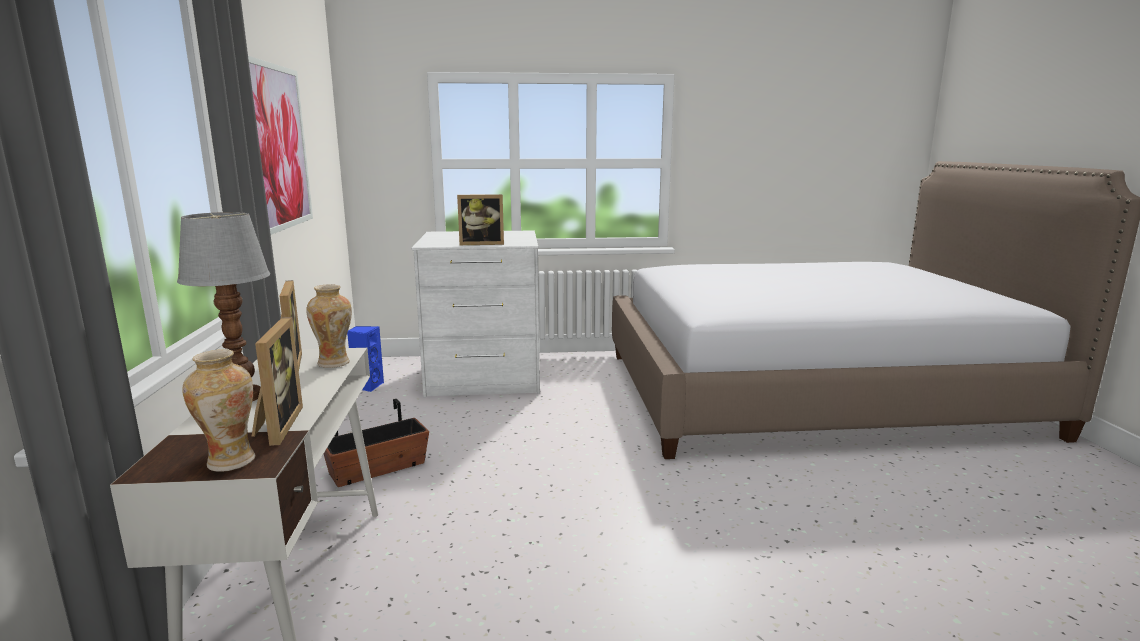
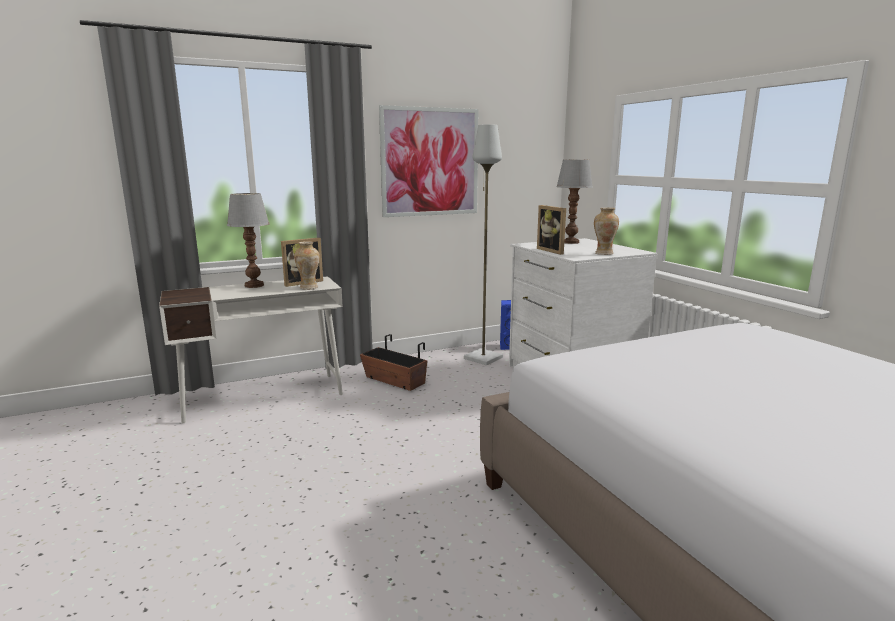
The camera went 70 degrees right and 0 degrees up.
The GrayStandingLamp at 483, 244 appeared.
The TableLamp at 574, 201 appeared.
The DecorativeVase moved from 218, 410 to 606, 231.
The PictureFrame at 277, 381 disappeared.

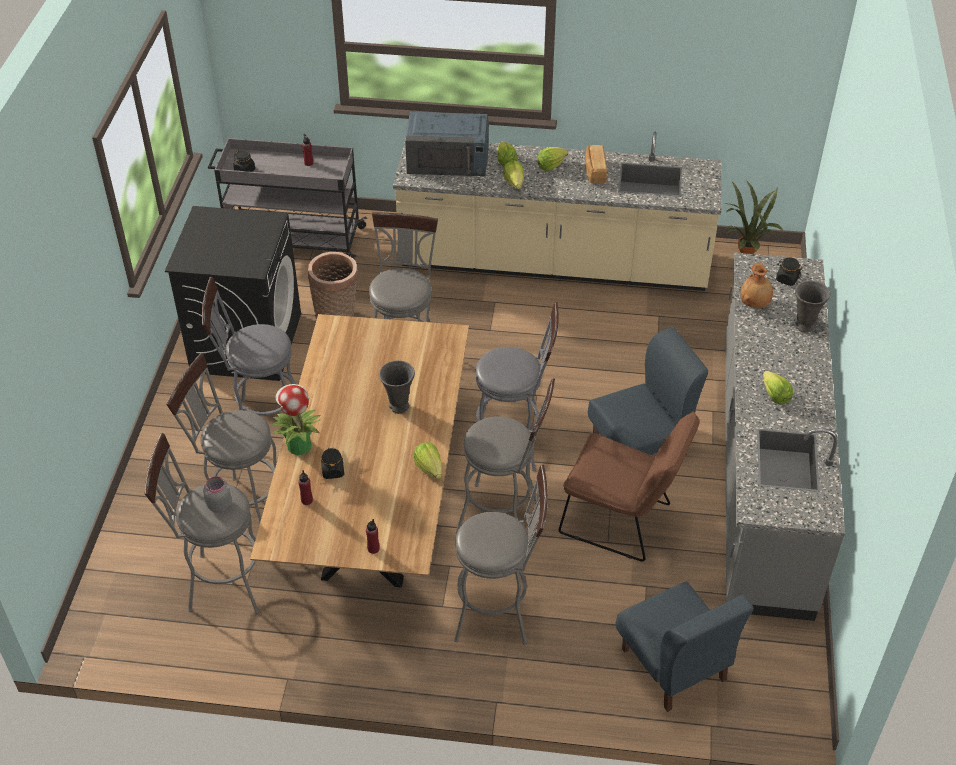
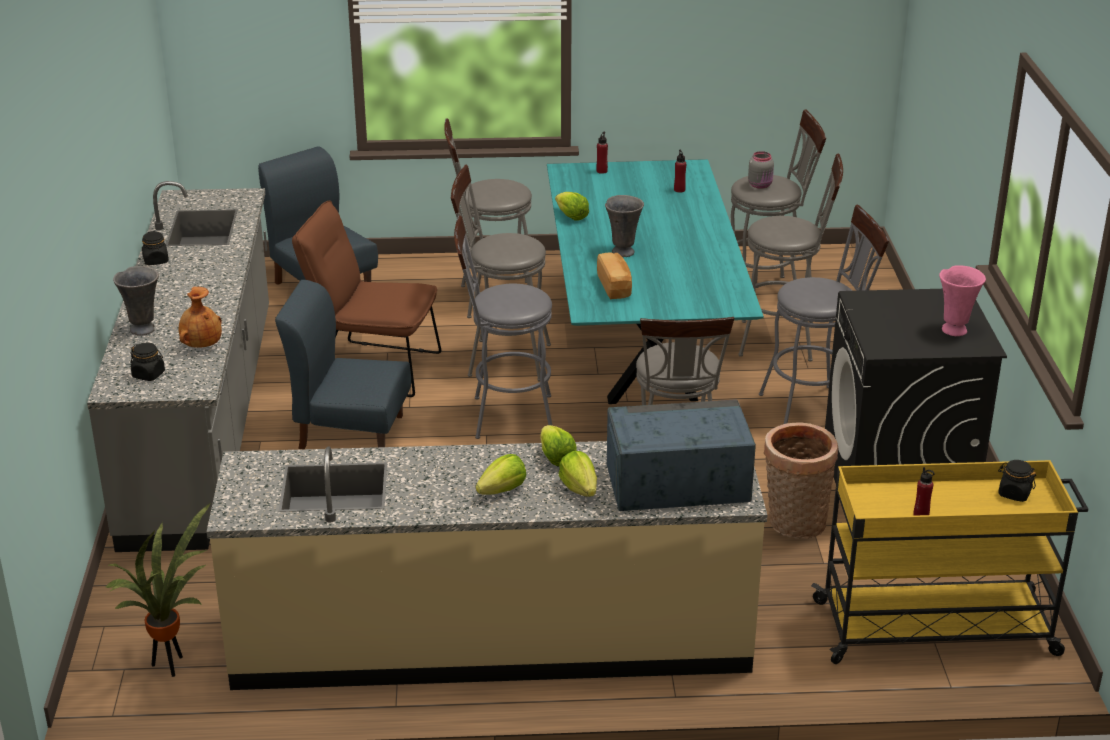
The camera went 170 degrees right and 15 degrees down.
The BlackColouredStorageJar moved from 332, 463 to 155, 248.
The BluishPlainChair at 648, 391 turned 45 degrees clockwise.
The BrownDinnerTable at 359, 450 became the TurquoiseDinnerTable at 655, 281.
The Bread moved from 596, 164 to 614, 275.
The GrayWheeledCart at 287, 199 became the YellowColouredWheeledCart at 949, 562.
The PinkishDecorativeVase at 962, 300 appeared.
The PottedPlant at 296, 419 disappeared.
The LettuceHead at 778, 387 disappeared.

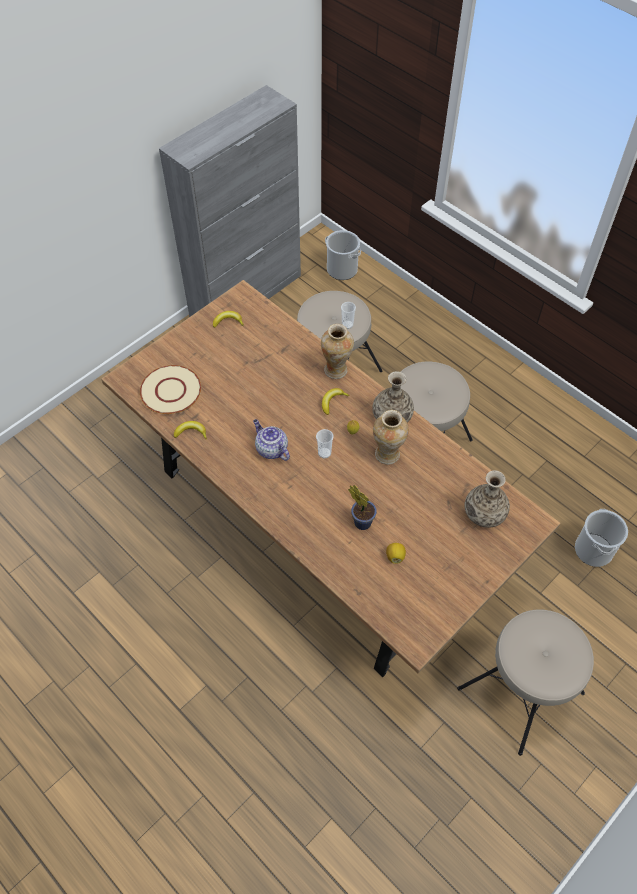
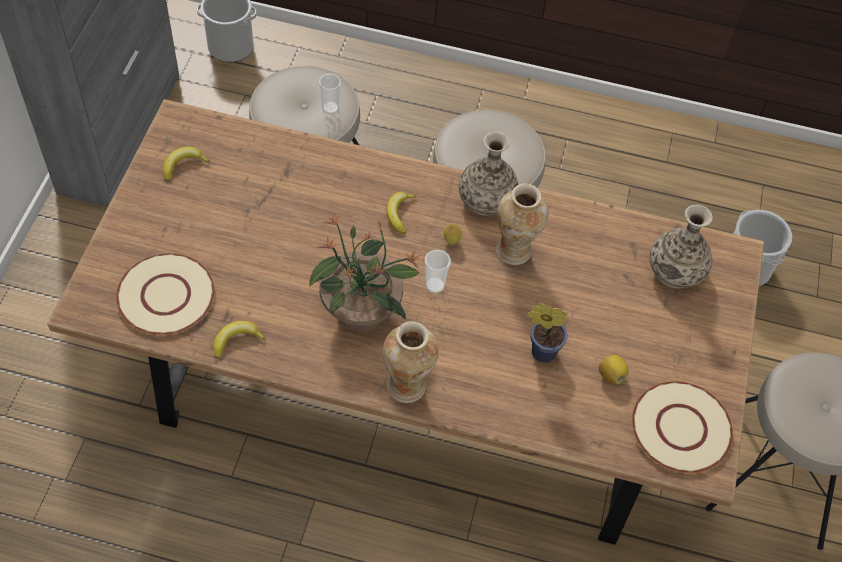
The camera went 35 degrees left and 0 degrees up.
The PotForTea at 271, 440 was replaced by the PottedPlant at 365, 273.
The DecorativeVase moved from 337, 351 to 411, 362.
The BeigeColouredFlatDish at 682, 427 appeared.

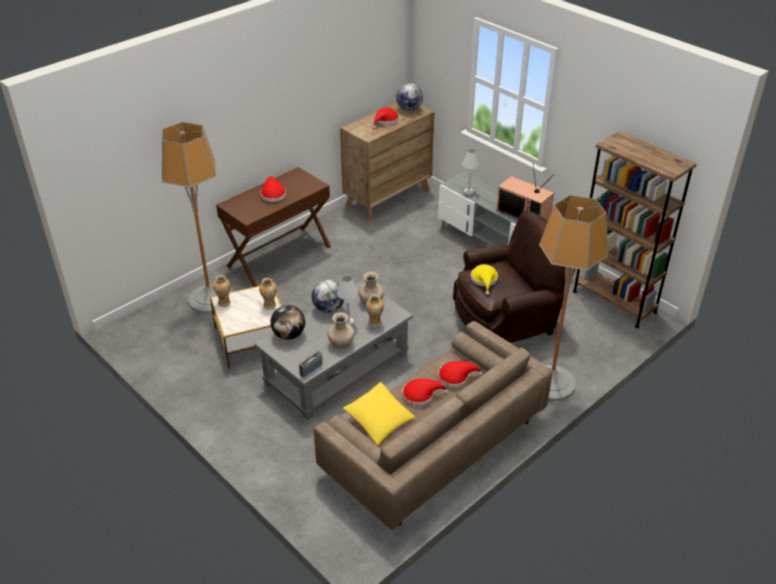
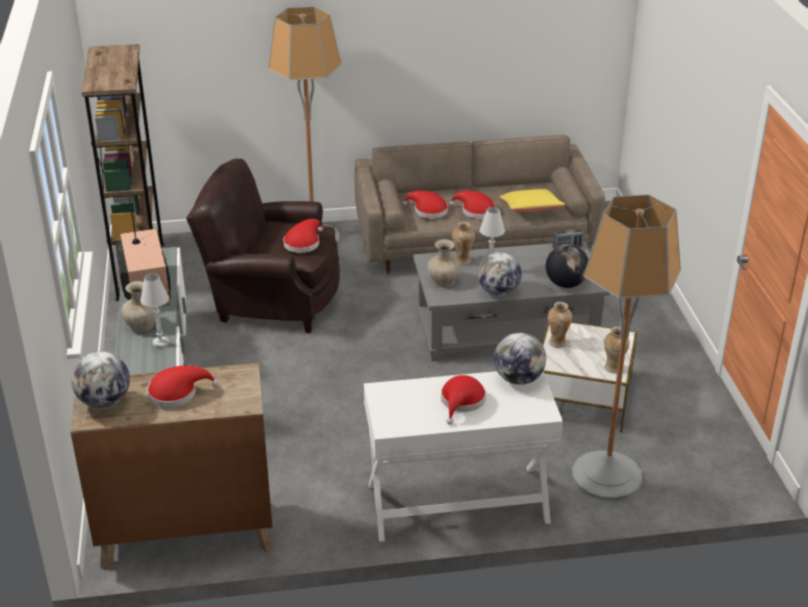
The camera went 145 degrees left and 5 degrees down.
The BeigeColouredDecorativeVase moved from 341, 331 to 138, 306.
The YellowColouredWearableHat at 484, 279 became the ReddishWearableHat at 303, 236.
The BrownNarrowTable at 273, 227 became the WhitishNarrowTable at 463, 456.
The Globe at 520, 359 appeared.

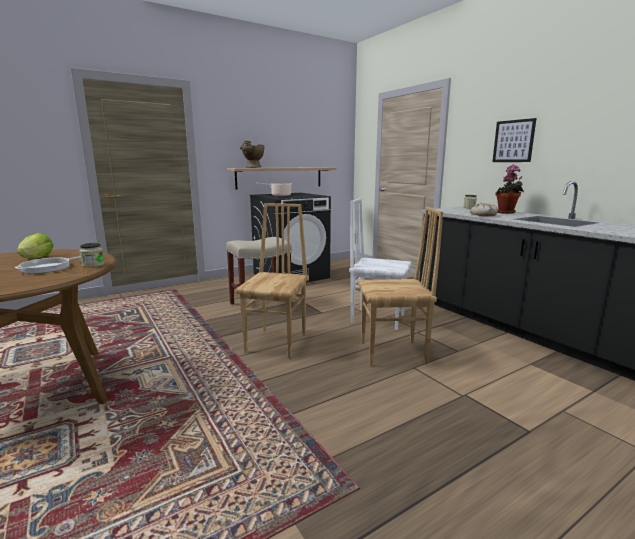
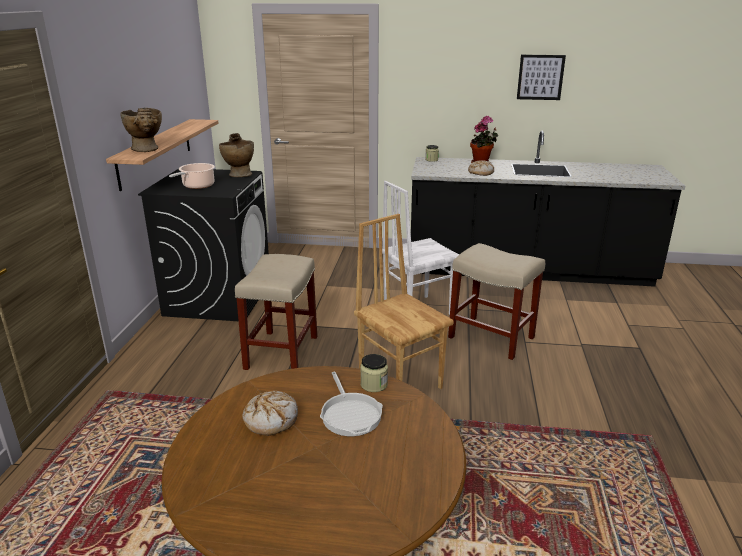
The camera went 50 degrees left and 10 degrees up.
The BeigeColouredDecorativeVase at 236, 155 appeared.
The LettuceHead at 35, 246 was replaced by the Bread at 270, 413.
The BrownPlainChair at 400, 286 was replaced by the BeigeColouredStoolSeat at 496, 301.
The Picture moved from 514, 140 to 541, 77.

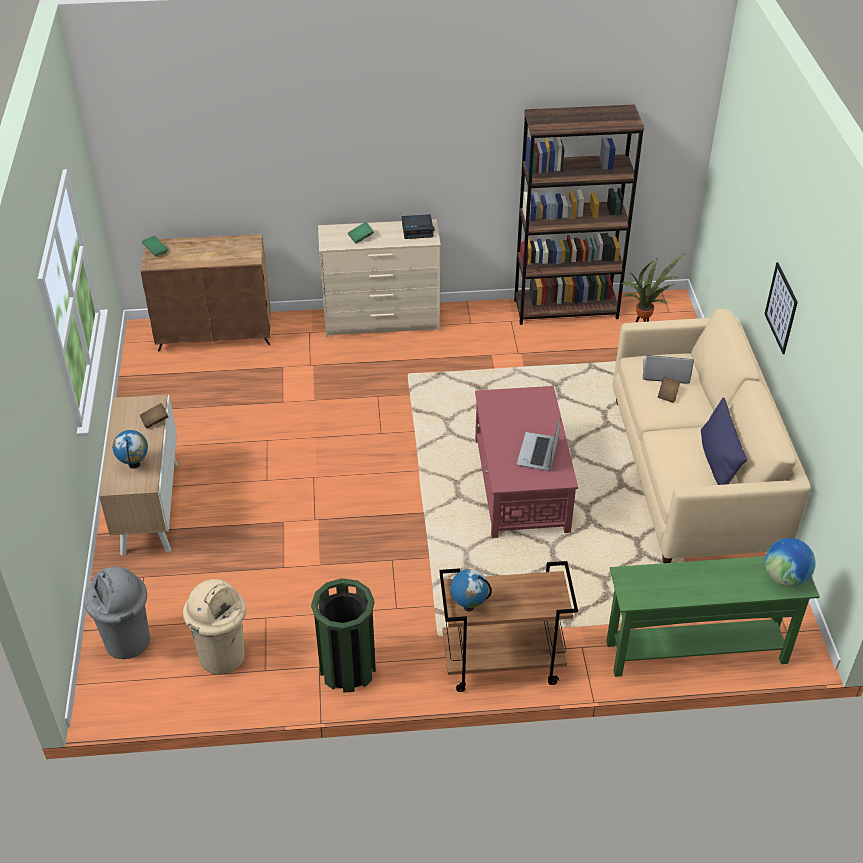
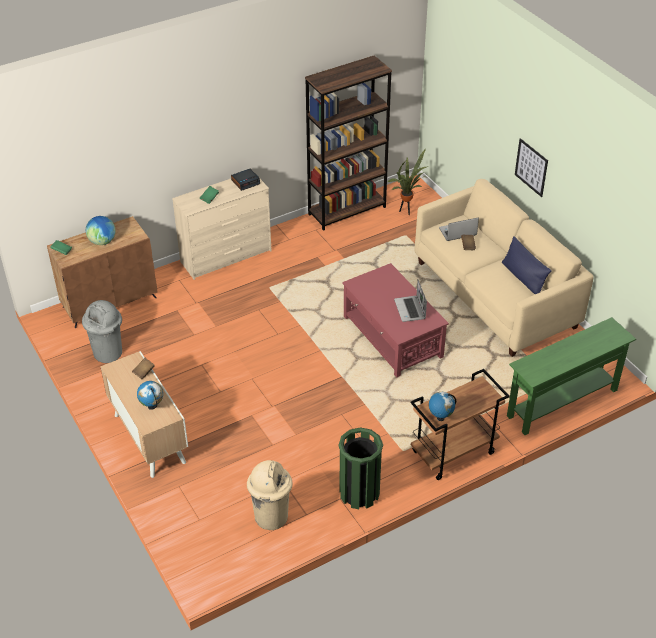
The camera went 25 degrees left and 0 degrees up.
The GrayWasteBin moved from 117, 612 to 102, 331.
The Globe moved from 790, 562 to 101, 230.

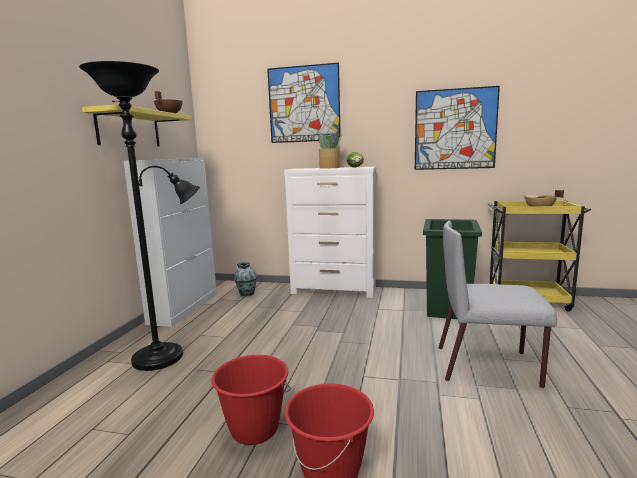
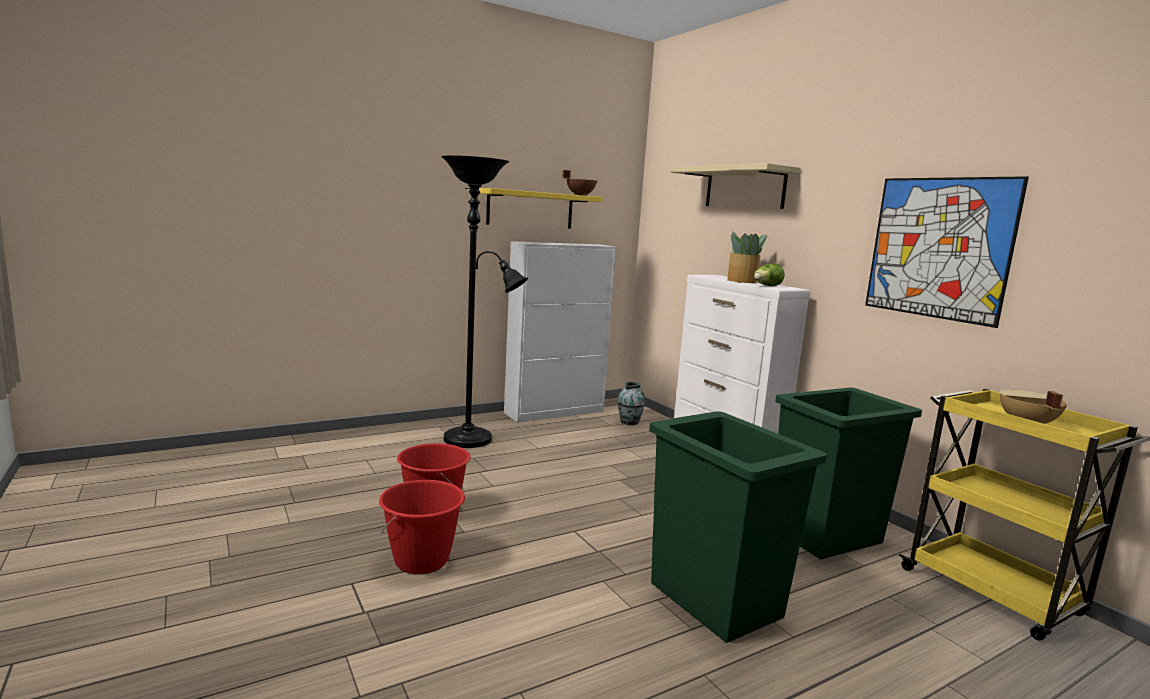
The camera went 45 degrees right and 0 degrees up.
The GrayPlainChair at 498, 304 was replaced by the GreenWasteBin at 738, 527.
The Picture at 304, 102 was replaced by the BeigeColouredBracketShelf at 735, 186.

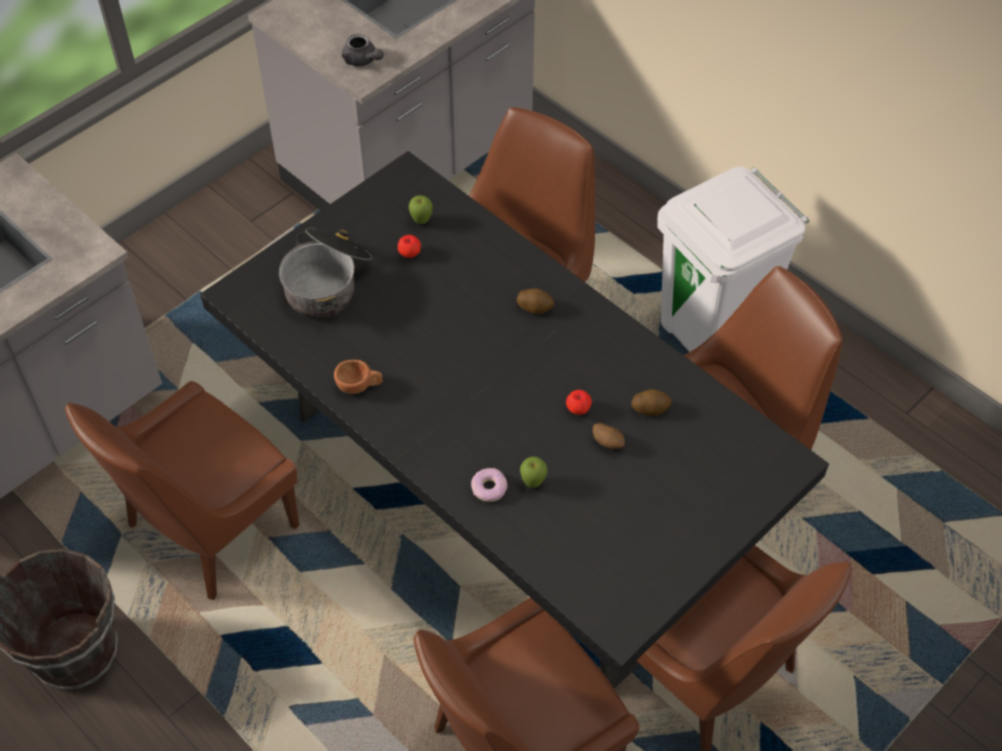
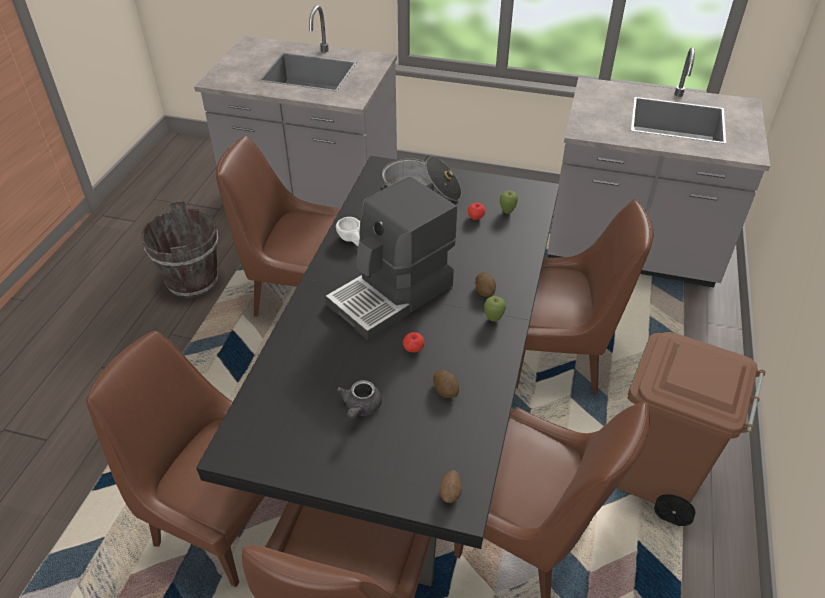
The camera went 60 degrees right and 10 degrees down.
The CoffeeMaker at 391, 258 appeared.
The BrownDrinkingCup at 358, 377 became the WhitishDrinkingCup at 348, 231.
The GrayPotForTea moved from 363, 50 to 359, 399.
The Spud moved from 608, 436 to 450, 486.
The AppleFruit moved from 533, 472 to 495, 309.
The WhitishWasteBin at 733, 259 became the BrownWasteBin at 691, 429.
The RingDoughnut at 489, 485 disappeared.

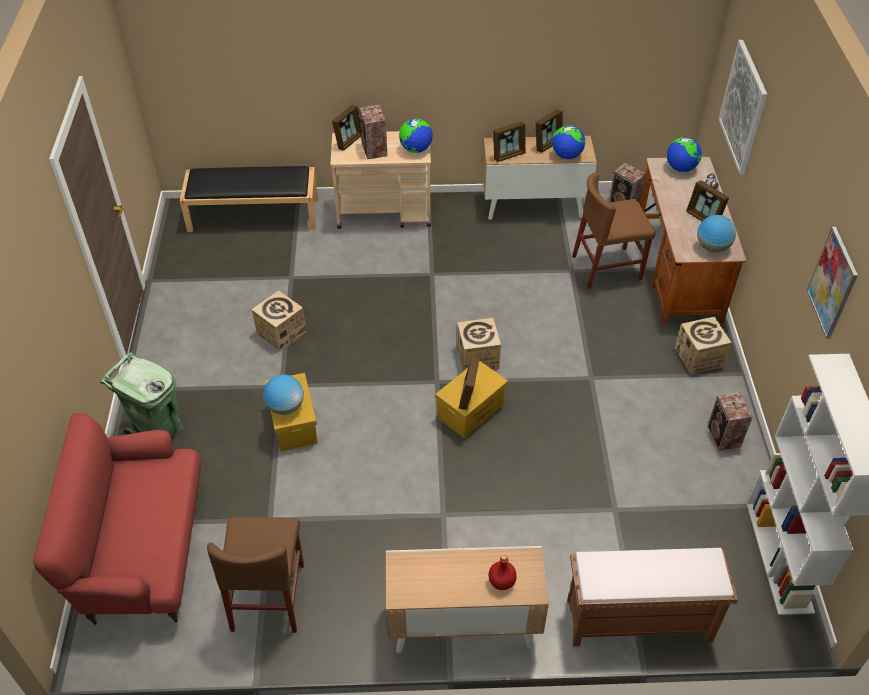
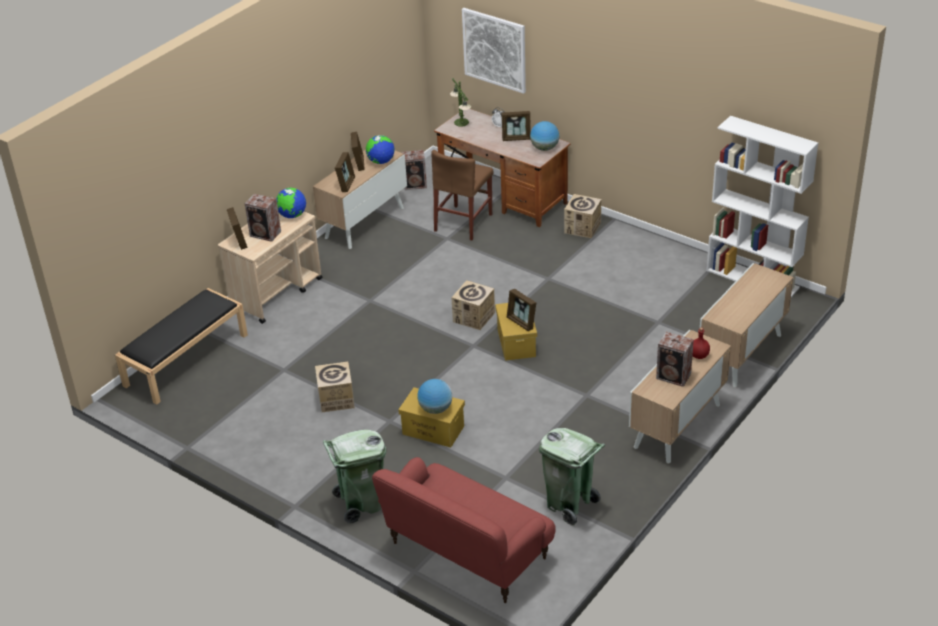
The camera went 50 degrees left and 10 degrees down.
The Globe at 684, 154 was replaced by the TableLamp at 460, 102.
The BrownPlainChair at 255, 575 was replaced by the GreenWasteBin at 572, 477.
The Loudspeaker moved from 730, 421 to 675, 359.
The BrownBench at 652, 597 was replaced by the Cupboard at 746, 325.
The Picture at 832, 283 disappeared.

